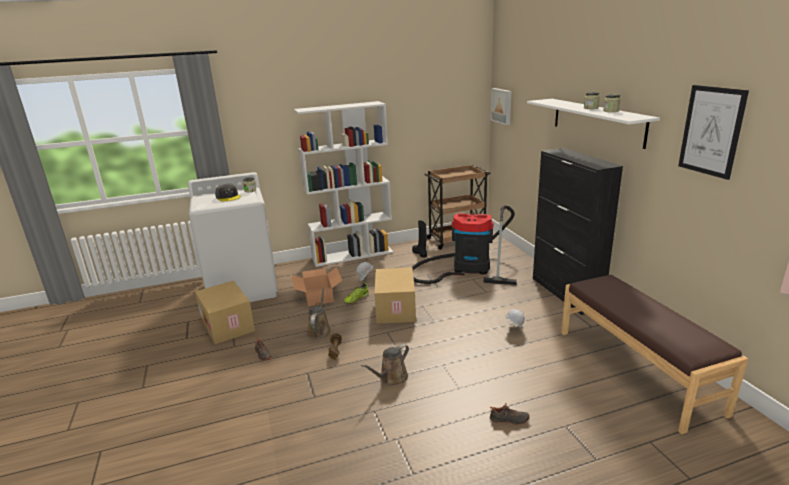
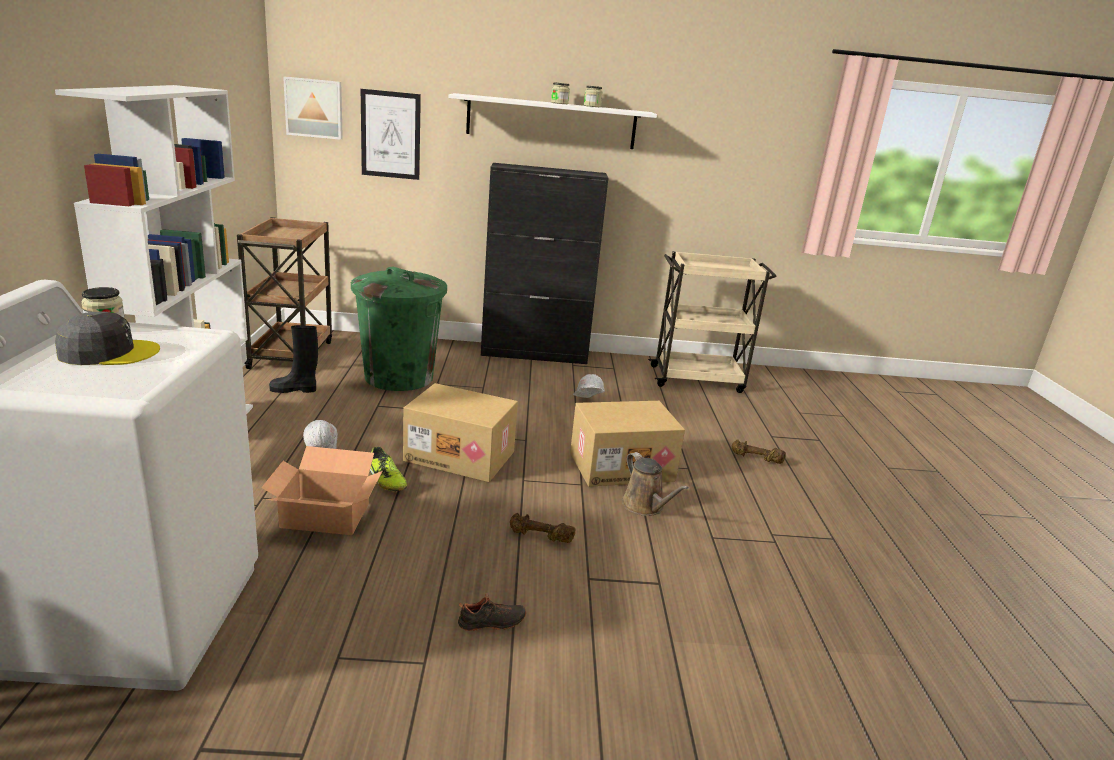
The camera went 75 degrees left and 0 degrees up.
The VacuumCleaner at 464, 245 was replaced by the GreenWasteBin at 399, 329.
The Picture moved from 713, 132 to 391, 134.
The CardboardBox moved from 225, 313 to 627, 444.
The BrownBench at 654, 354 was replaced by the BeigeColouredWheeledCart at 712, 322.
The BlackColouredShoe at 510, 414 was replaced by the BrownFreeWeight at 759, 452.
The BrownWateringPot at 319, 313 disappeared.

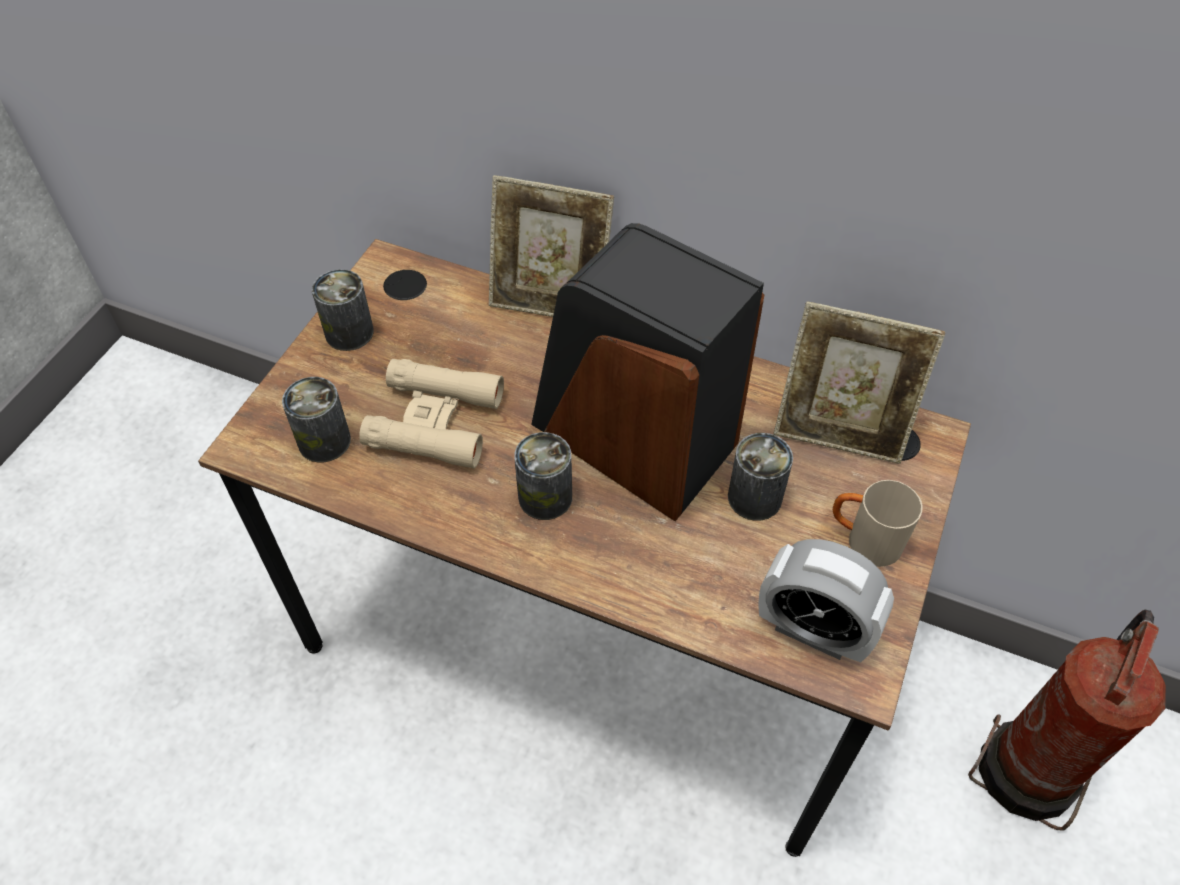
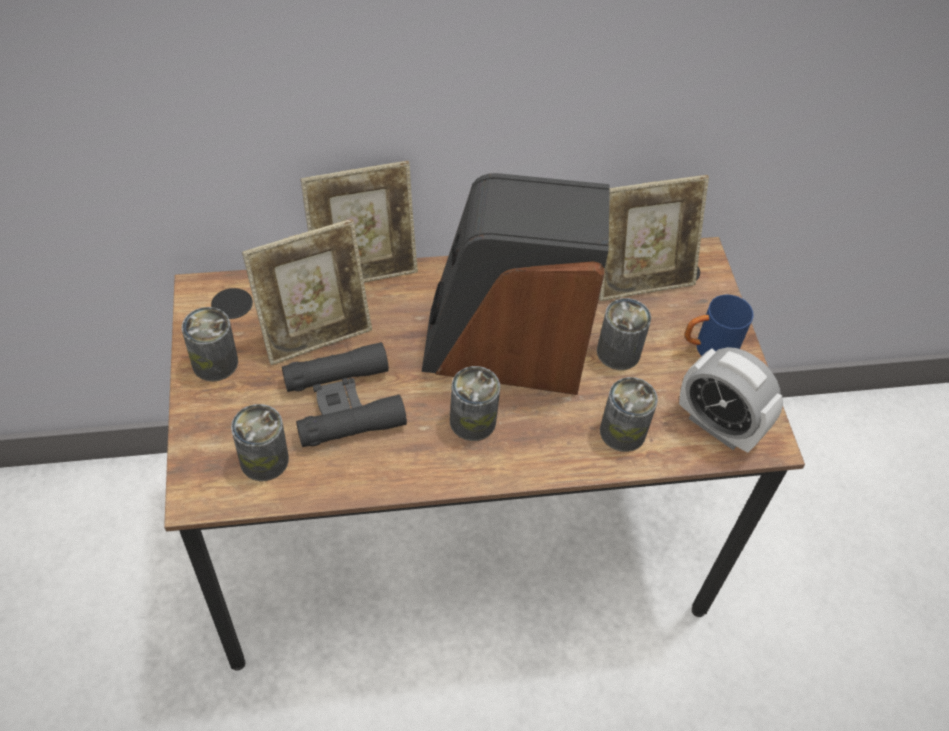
The camera went 35 degrees left and 0 degrees up.
The PictureFrame at 307, 292 appeared.
The BeigeColouredBinoculars at 431, 414 became the BlackColouredBinoculars at 344, 394.
The Can at 629, 414 appeared.
The TableClock at 826, 600 turned 45 degrees clockwise.
The BeigeColouredMug at 878, 523 became the BluishMug at 719, 325.
The FireFightingCylinder at 1067, 720 disappeared.

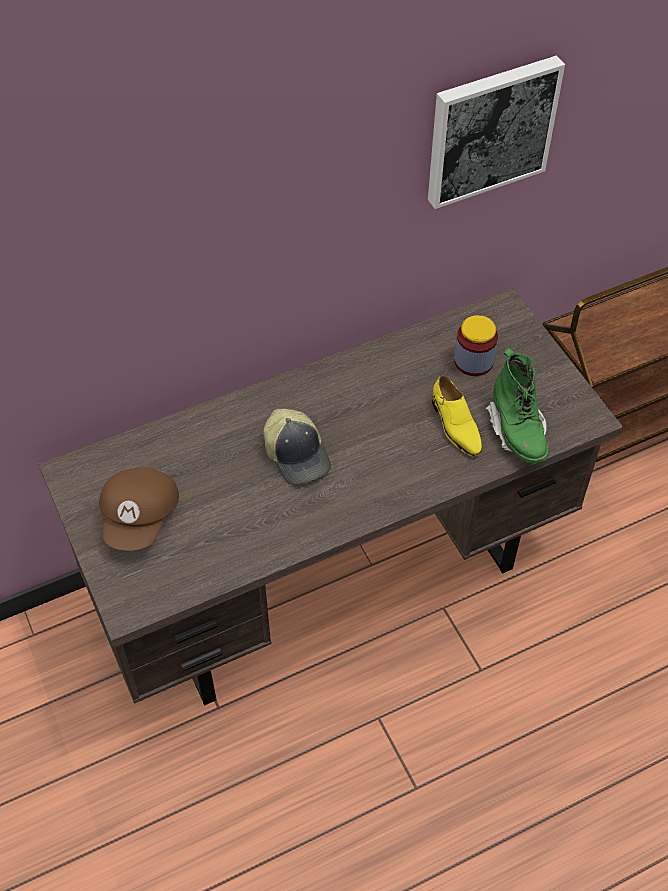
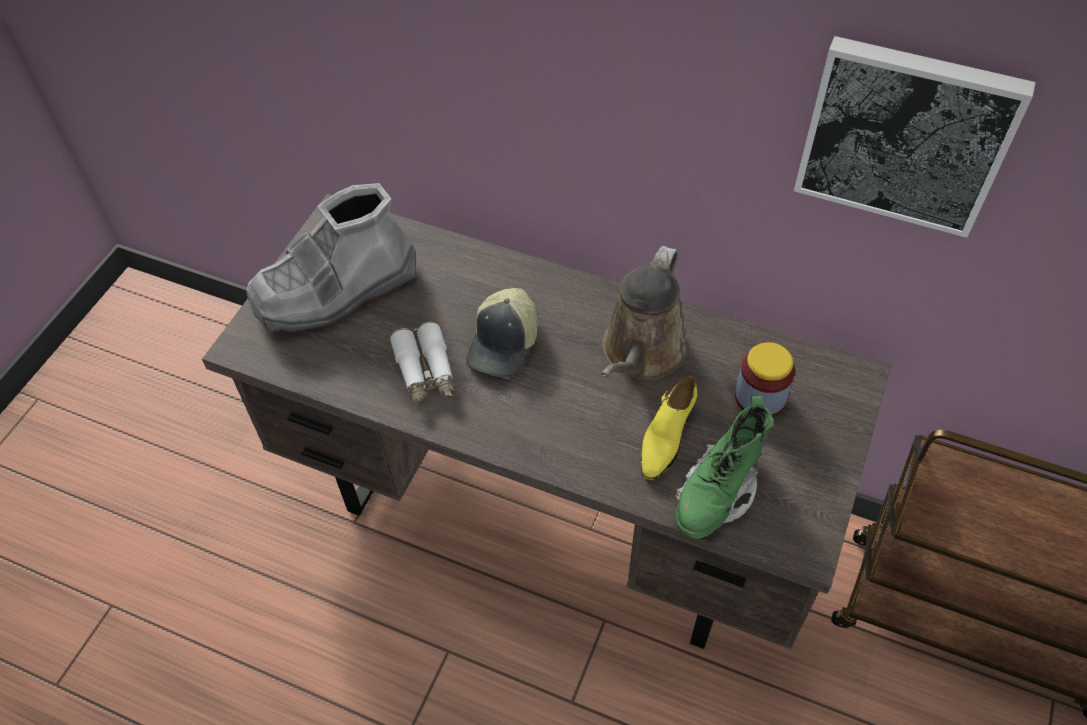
The camera went 50 degrees right and 0 degrees up.
The BrownBaseballCap at 139, 509 was replaced by the GrayTallBoot at 331, 257.
The WhitishBinoculars at 423, 364 appeared.
The BrownWateringPot at 645, 313 appeared.

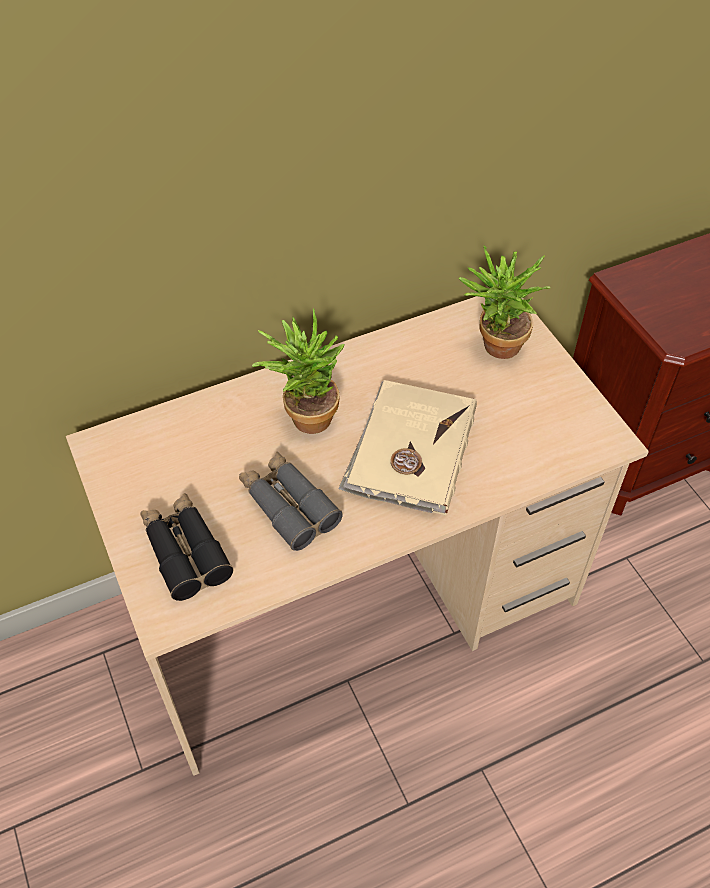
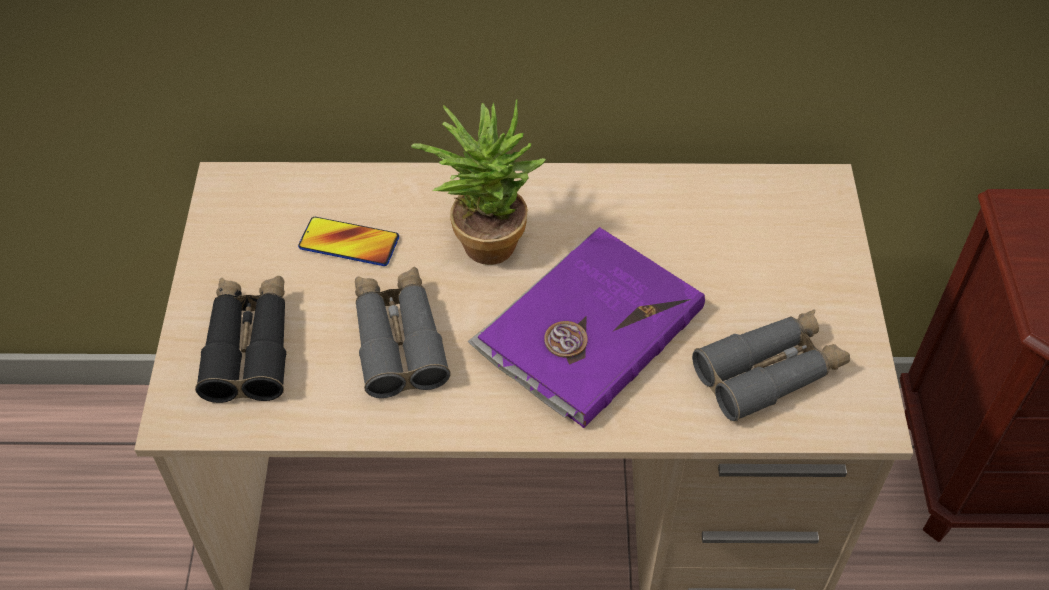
The camera went 25 degrees right and 0 degrees up.
The Phone at 348, 241 appeared.
The BeigeColouredVolume at 407, 447 became the PurpleColouredVolume at 586, 327.
The GrayBinoculars at 771, 366 appeared.
The PottedPlant at 505, 302 disappeared.

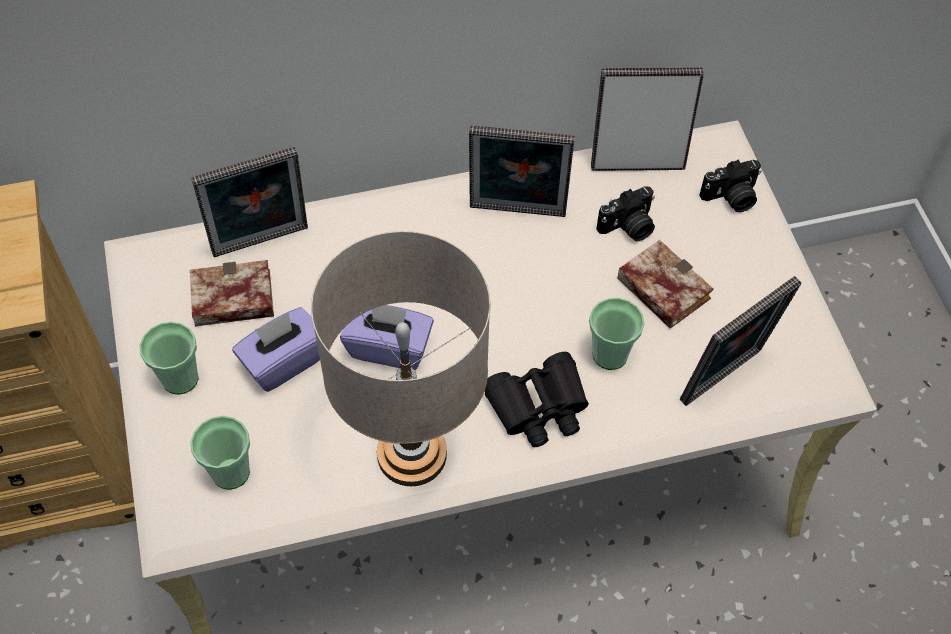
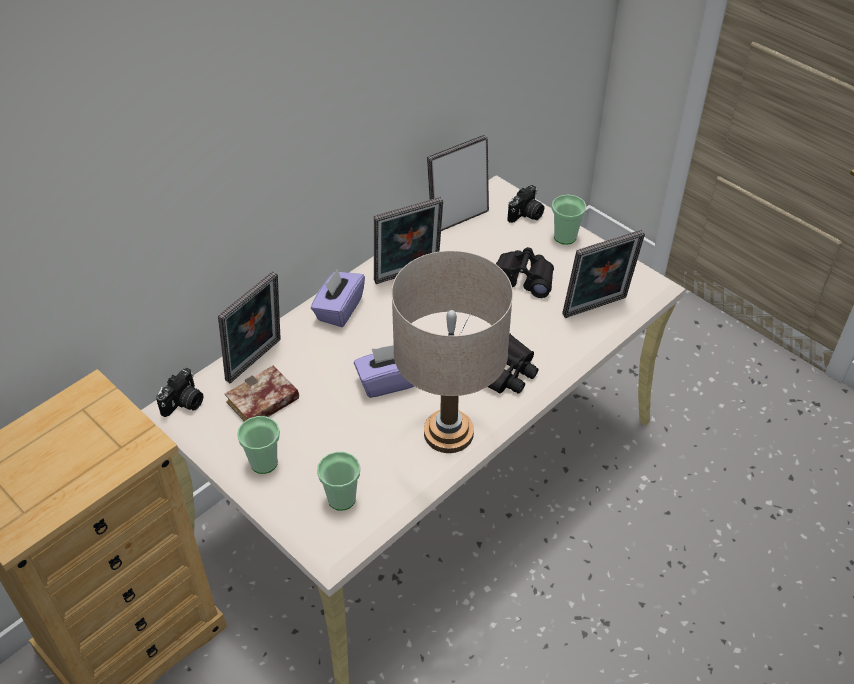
The camera went 30 degrees left and 10 degrees down.
The StillCamera moved from 625, 213 to 179, 392.
The PurpleColouredTissueBox moved from 276, 349 to 338, 298.
The Volume at 665, 284 was replaced by the BlackColouredBinoculars at 525, 272.
The DrinkingCup moved from 617, 334 to 569, 220.
The PictureFrame at 741, 341 turned 45 degrees clockwise.

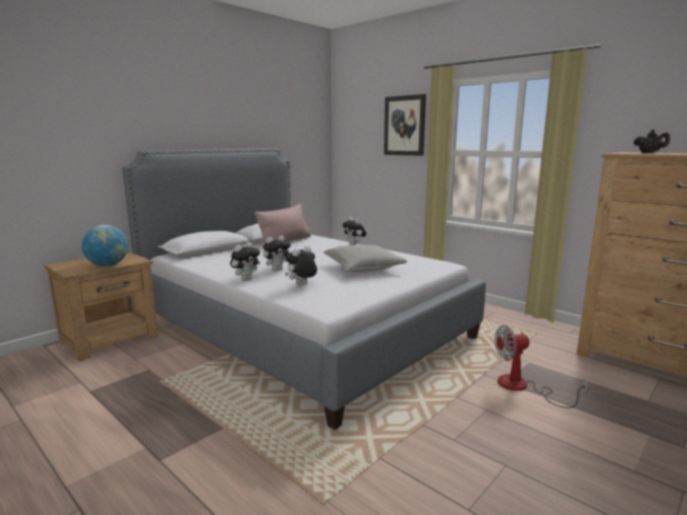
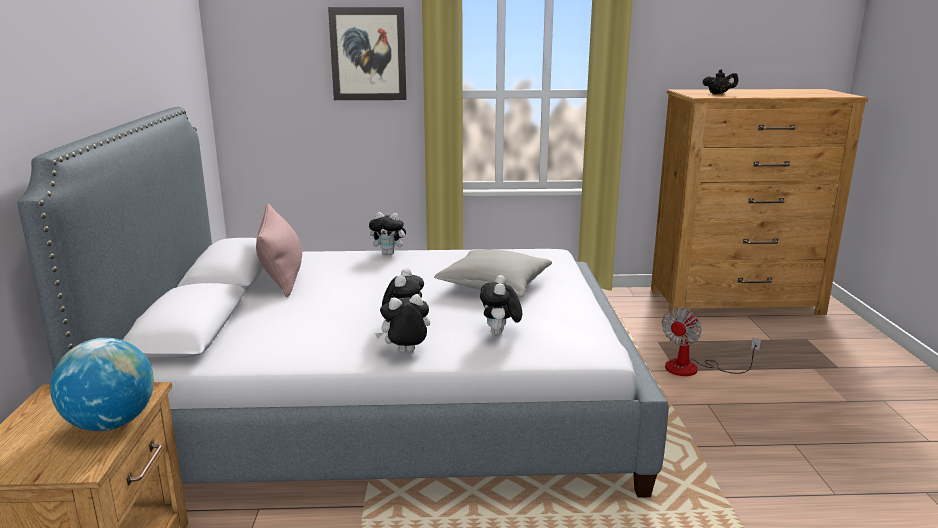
The camera went 45 degrees left and 5 degrees up.
The SoftToy at 245, 261 turned 105 degrees counterclockwise.

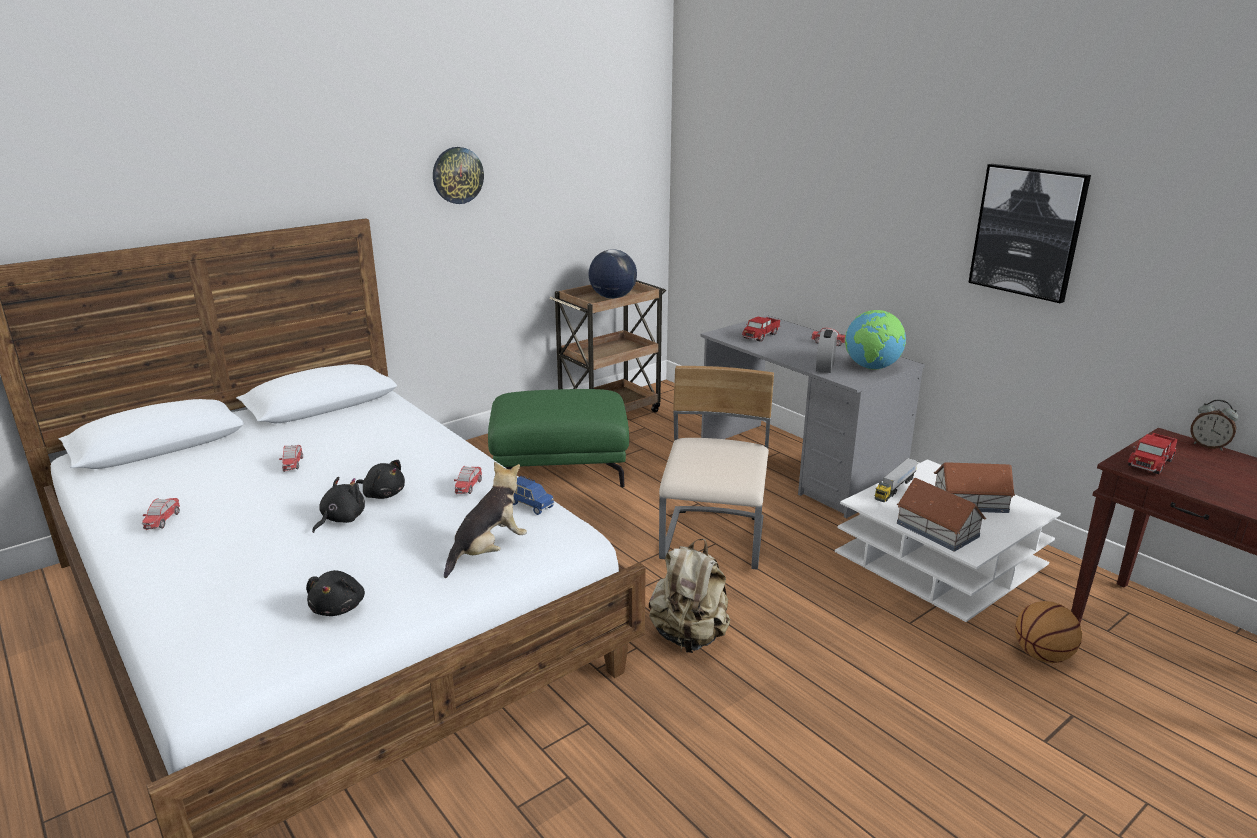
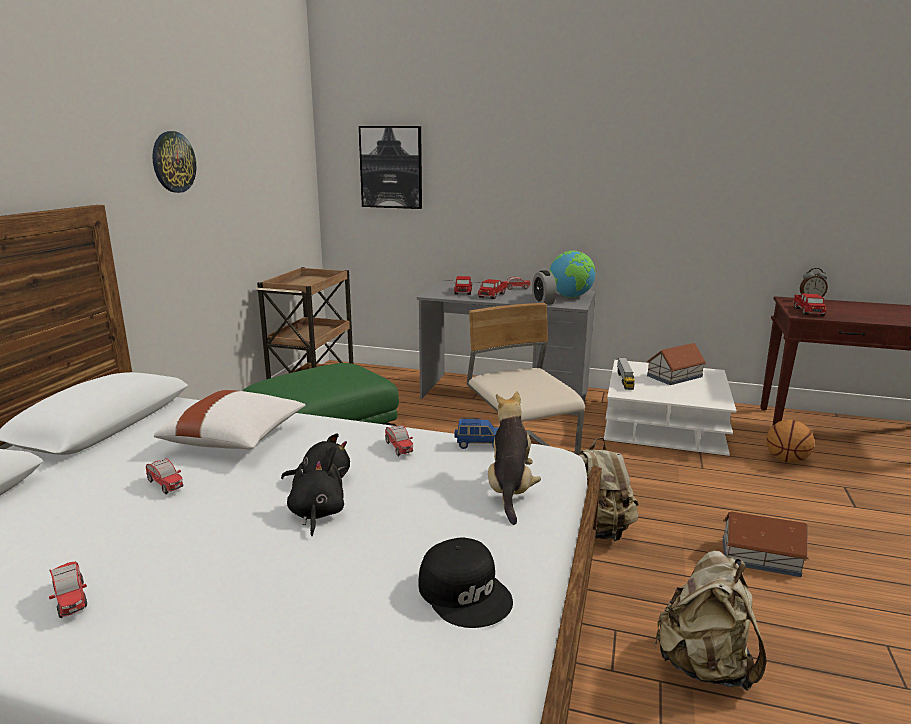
The camera went 35 degrees left and 5 degrees down.
The WhitishThrowPillow at 230, 419 appeared.
The Picture moved from 1029, 233 to 390, 167.
The BlackColouredSoftToy at 335, 593 was replaced by the BlackColouredBaseballCap at 465, 582.
The ToyTruck at 492, 289 appeared.
The BeigeColouredBackpack at 710, 621 appeared.
The ToyHouse moved from 941, 515 to 765, 544.
The Globe at 612, 274 disappeared.

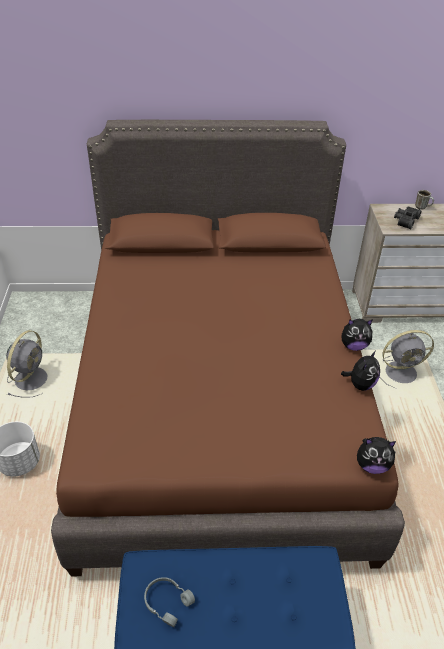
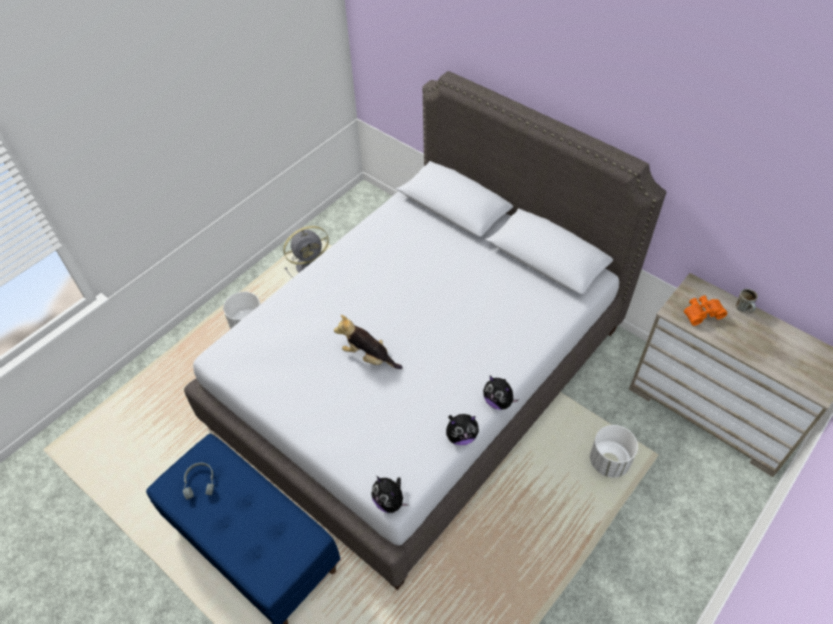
The camera went 45 degrees right and 10 degrees up.
The BrownBedroomBed at 228, 348 became the GrayBedroomBed at 425, 330.
The SoftToy at 368, 342 appeared.
The GrayFan at 407, 359 was replaced by the WhitishPlantPot at 614, 451.
The BlackColouredBinoculars at 407, 217 became the OrangeBinoculars at 706, 311.

